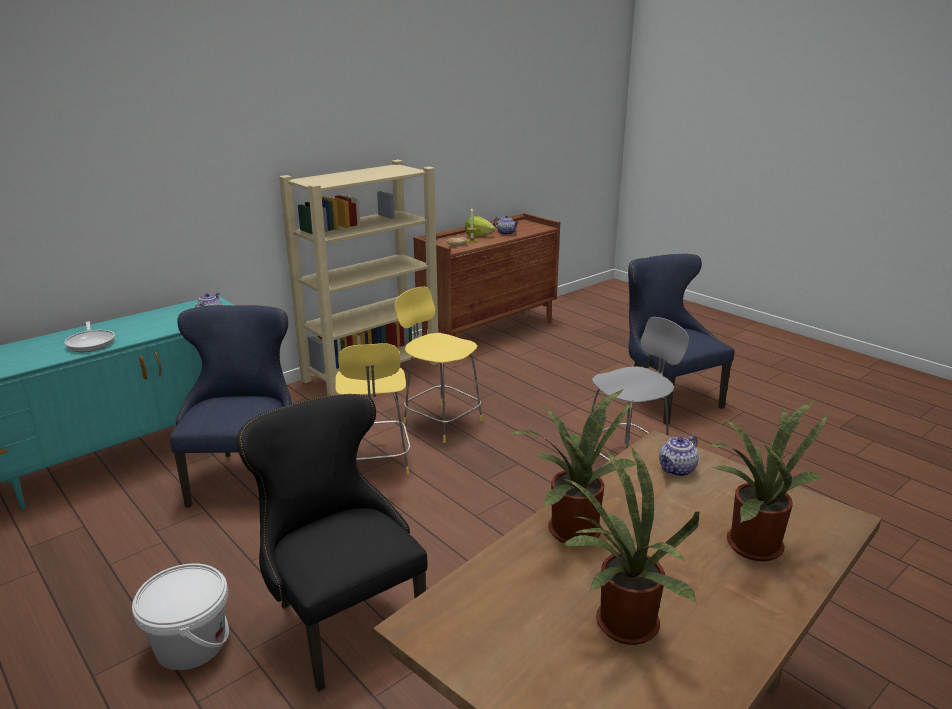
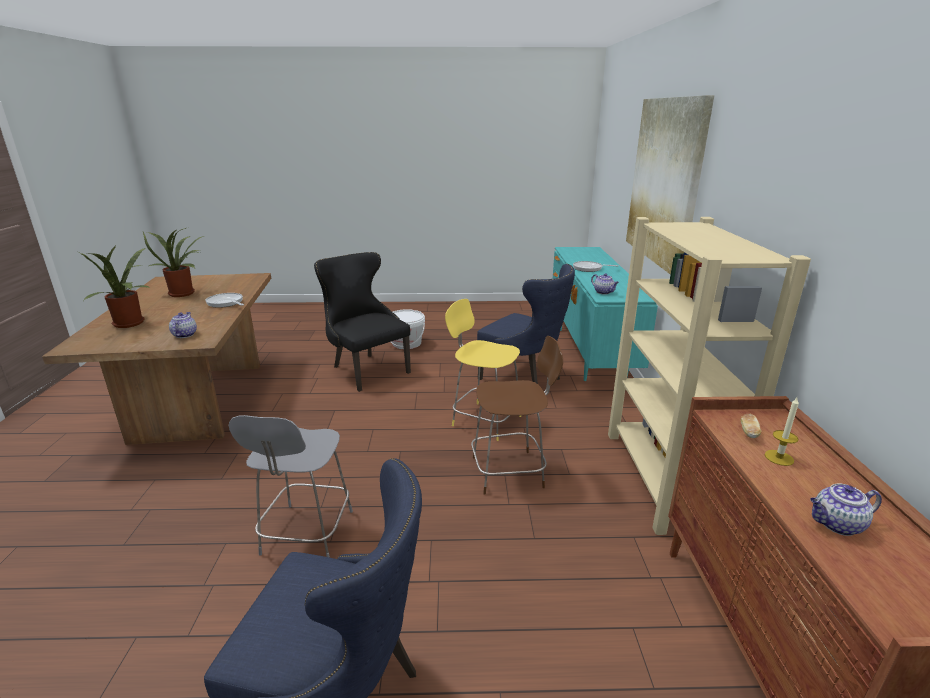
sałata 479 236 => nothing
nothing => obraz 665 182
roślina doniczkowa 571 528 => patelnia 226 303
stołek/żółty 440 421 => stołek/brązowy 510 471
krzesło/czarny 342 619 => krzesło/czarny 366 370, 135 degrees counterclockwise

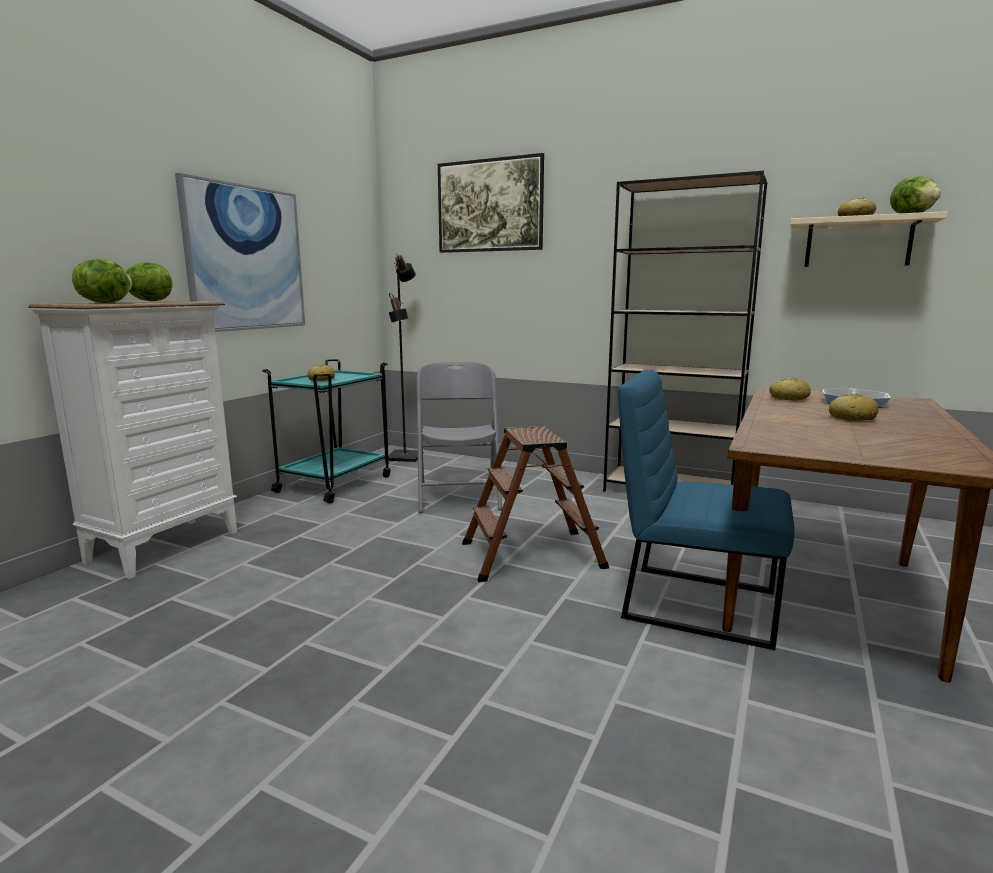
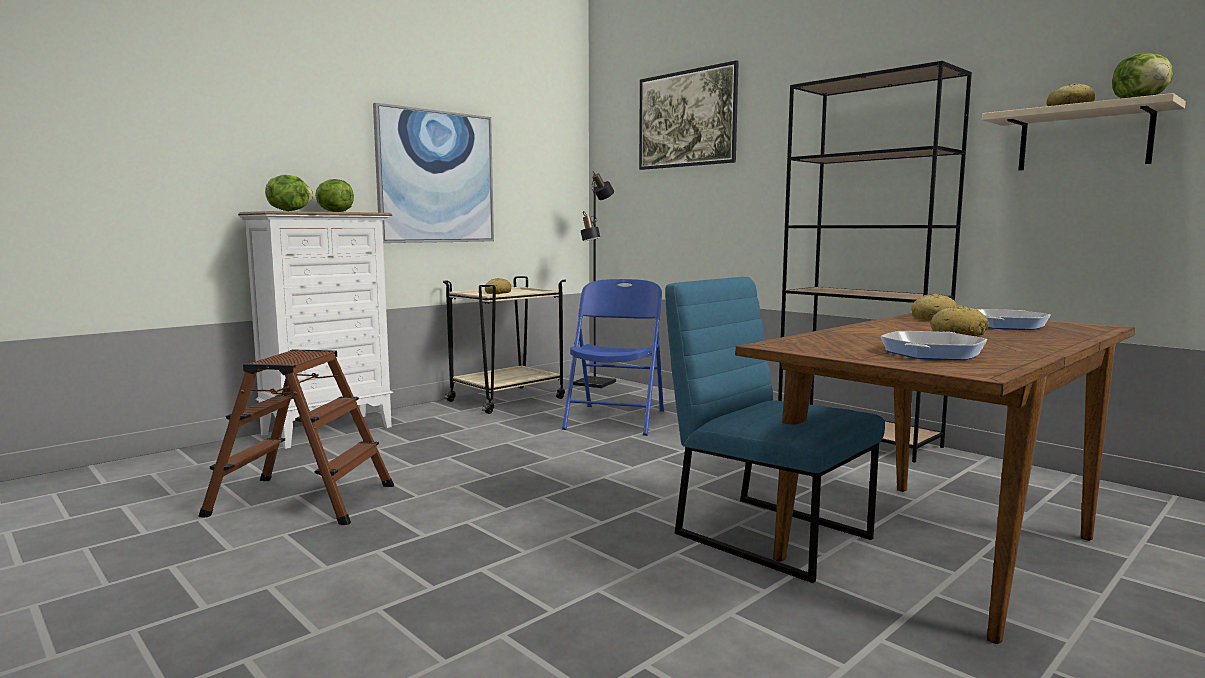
nothing => patelnia 932 353
drabinka/brązowy 532 555 => drabinka/brązowy 301 500, relocated
wózek/turkusowy 335 484 => wózek/beżowy 507 399
krzesło/szary 459 496 => krzesło/niebieski 615 420

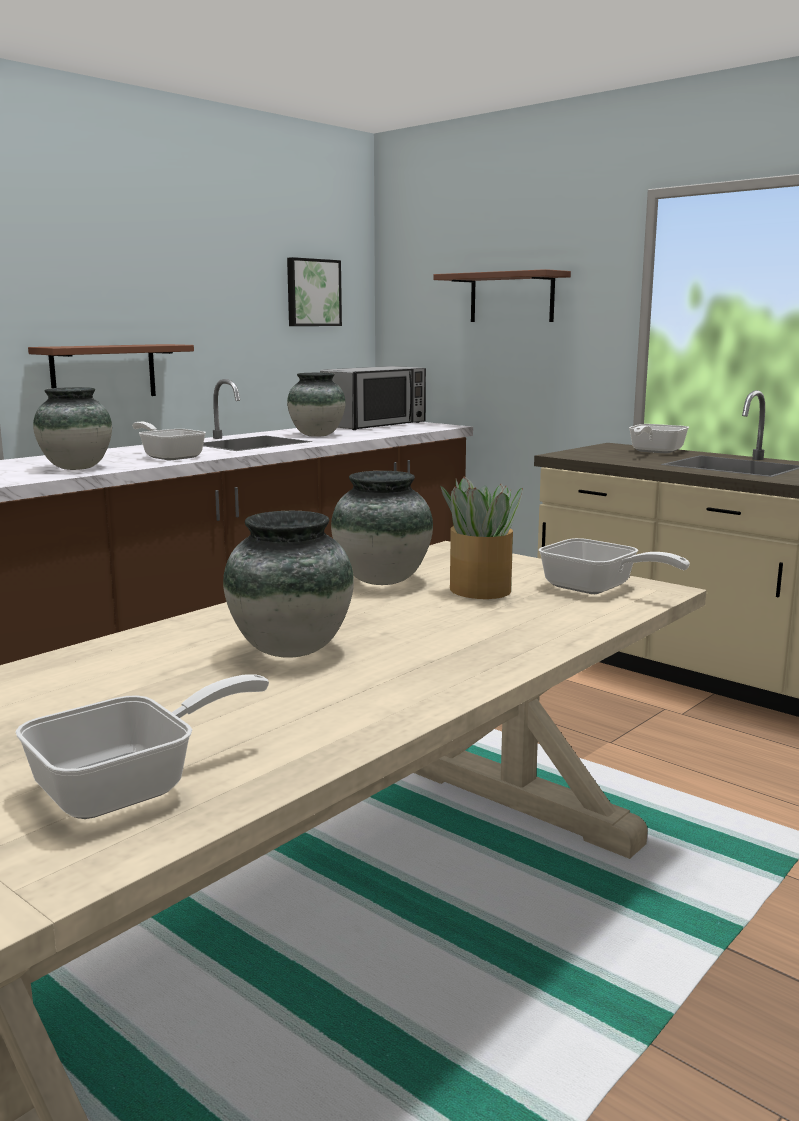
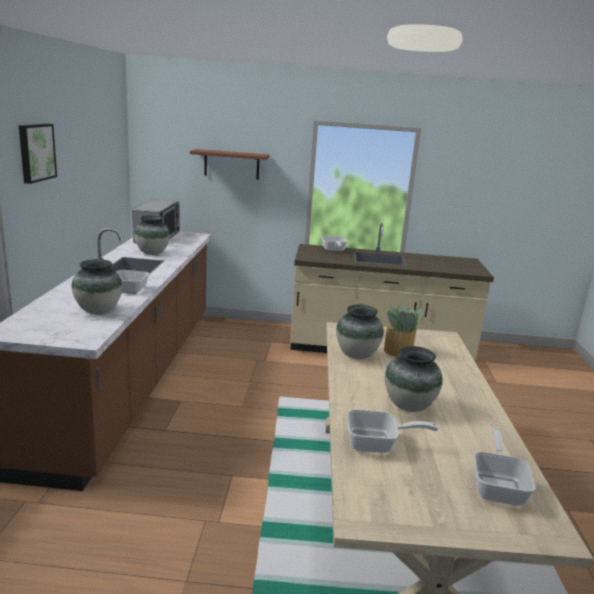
półka/brązowy 103 372 => nothing
obraz 312 292 => obraz 35 152, relocated
patelnia 597 589 => patelnia 377 444, relocated

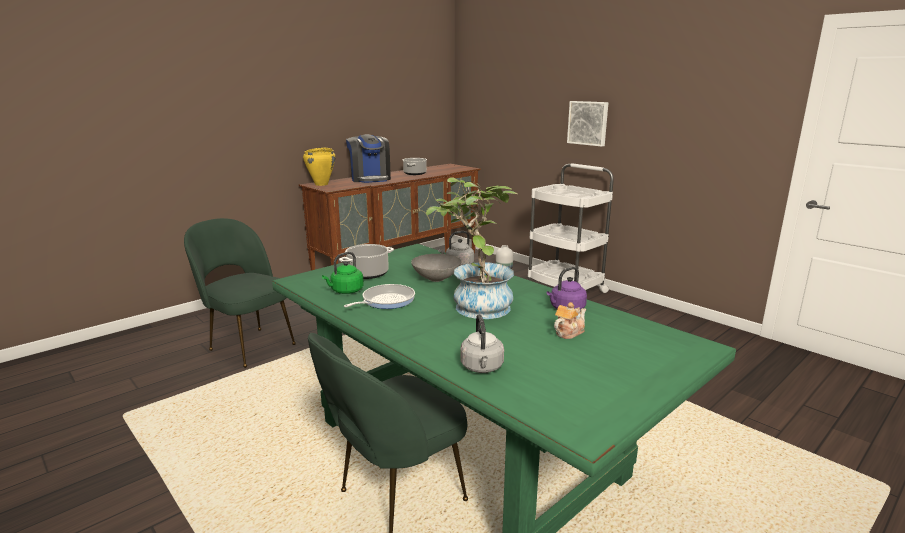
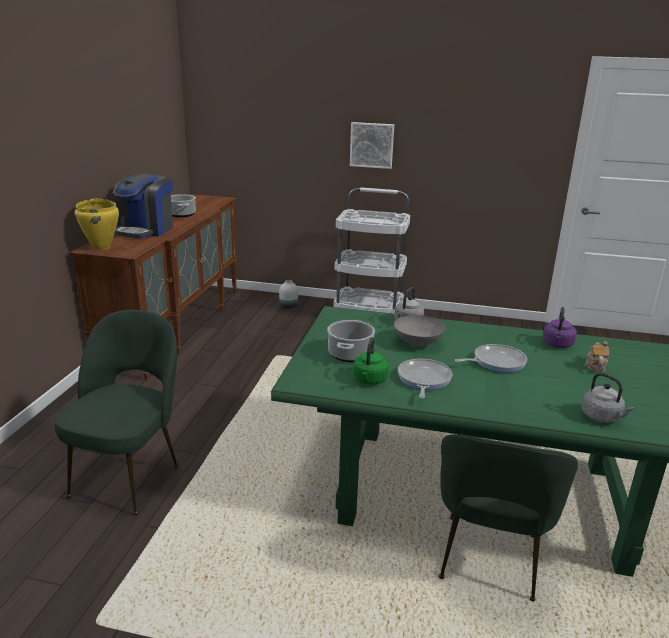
roślina doniczkowa 474 306 => patelnia 496 362
krzesło/zielony 249 345 => krzesło/zielony 130 476, 105 degrees clockwise
ekspres do kawy 370 179 => ekspres do kawy 146 230, 75 degrees clockwise

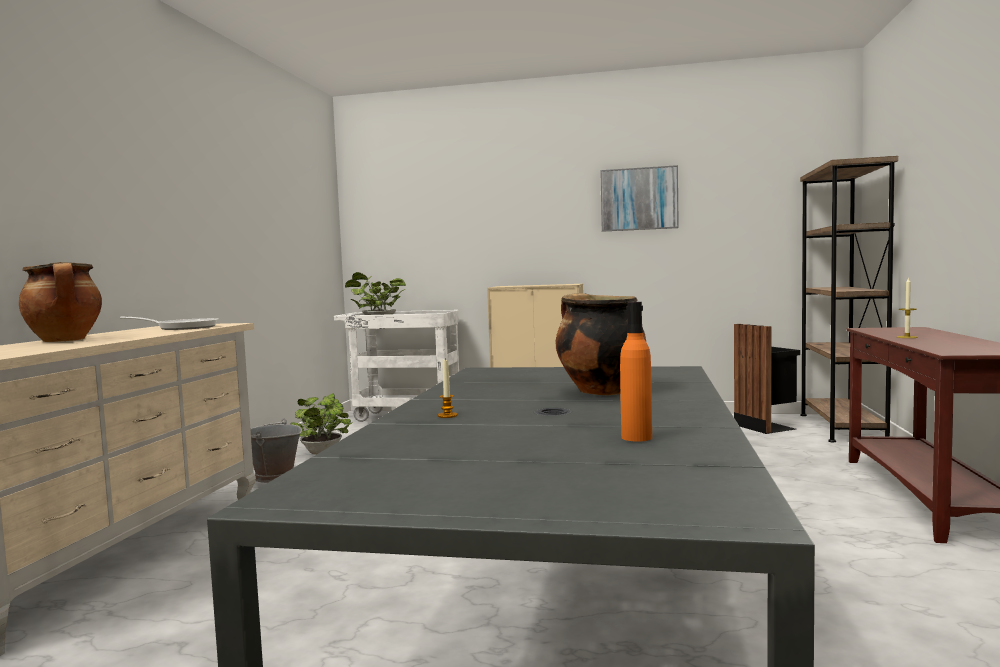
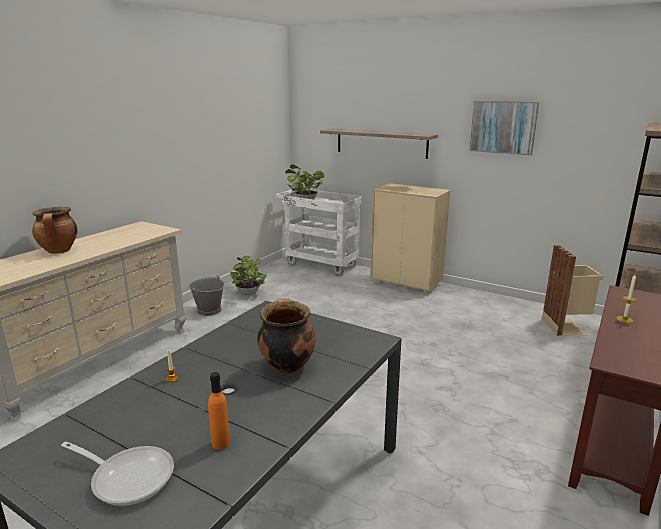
nothing => półka 381 143
patelnia 182 328 => patelnia 128 477, relocated
kosz na śmieci/czarny 766 426 => kosz na śmieci/beżowy 565 326

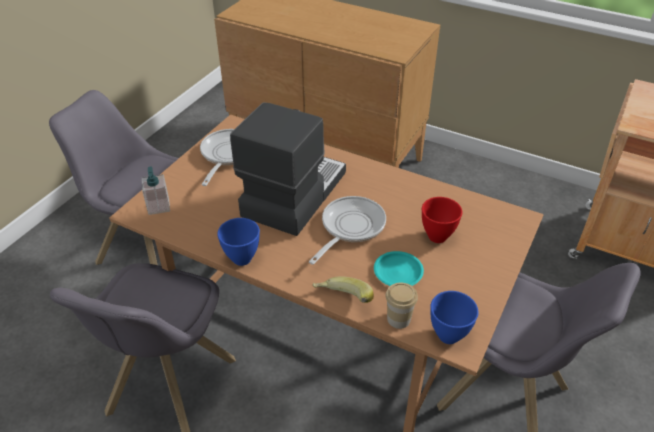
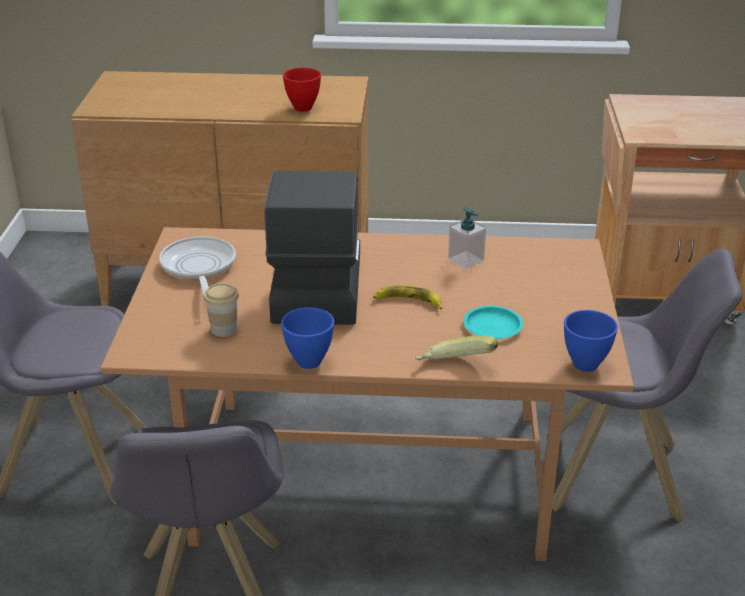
dozownik mydła 158 206 => dozownik mydła 466 260, relocated
filiżanka 398 319 => filiżanka 224 329, relocated
miska/czerwony 436 237 => miska/czerwony 302 108, relocated
patelnia 350 227 => banan 408 301

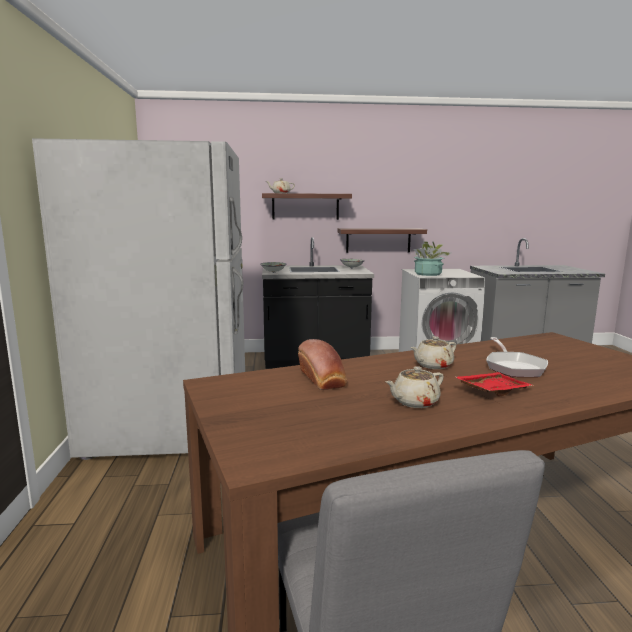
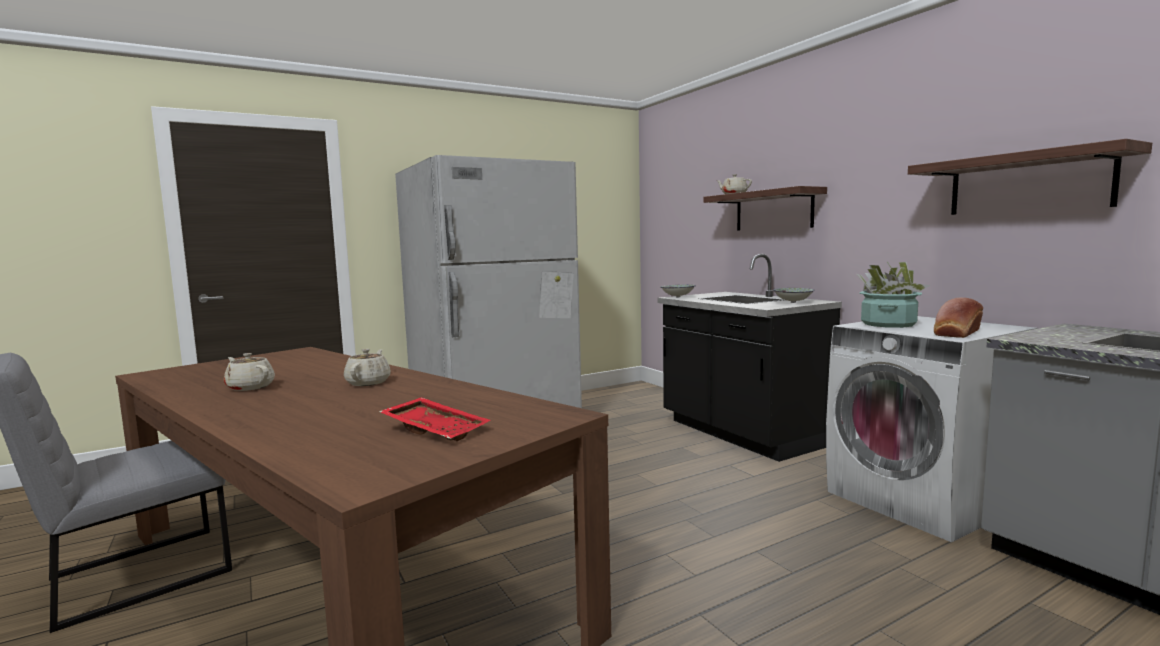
patelnia 513 367 => nothing
chleb 323 379 => chleb 956 333, relocated
półka 378 240 => półka 1028 184, relocated
taca/czerwony 491 391 => taca/czerwony 437 430, relocated
imbryk/beżowy 433 365 => imbryk/beżowy 368 382, 60 degrees clockwise

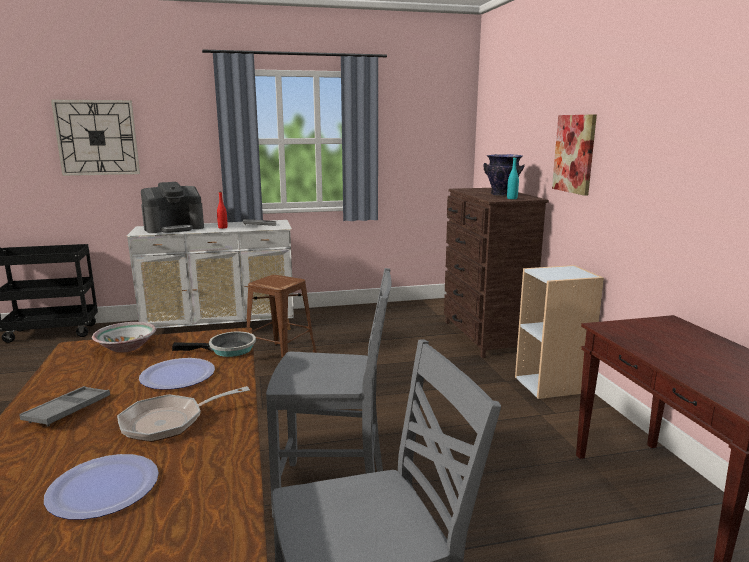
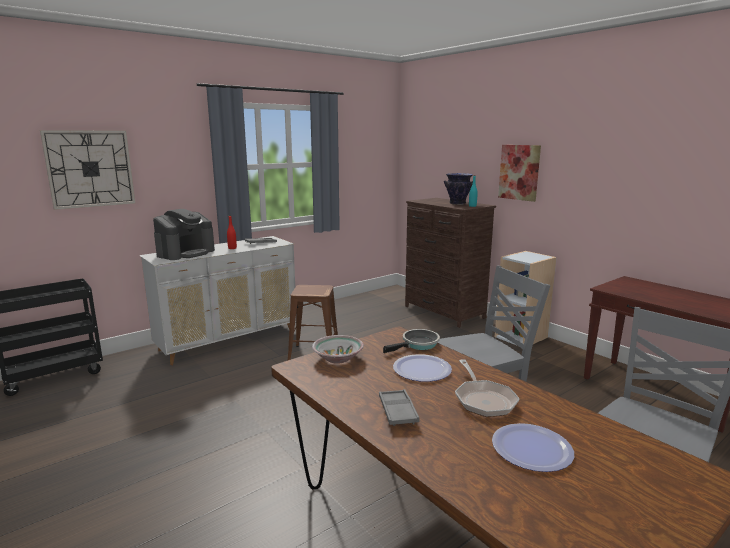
patelnia 169 422 => patelnia 483 400, 45 degrees counterclockwise

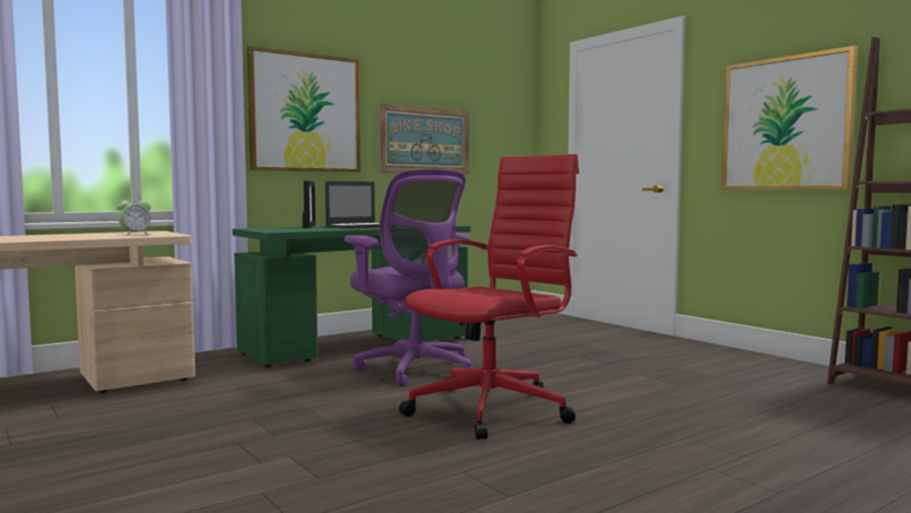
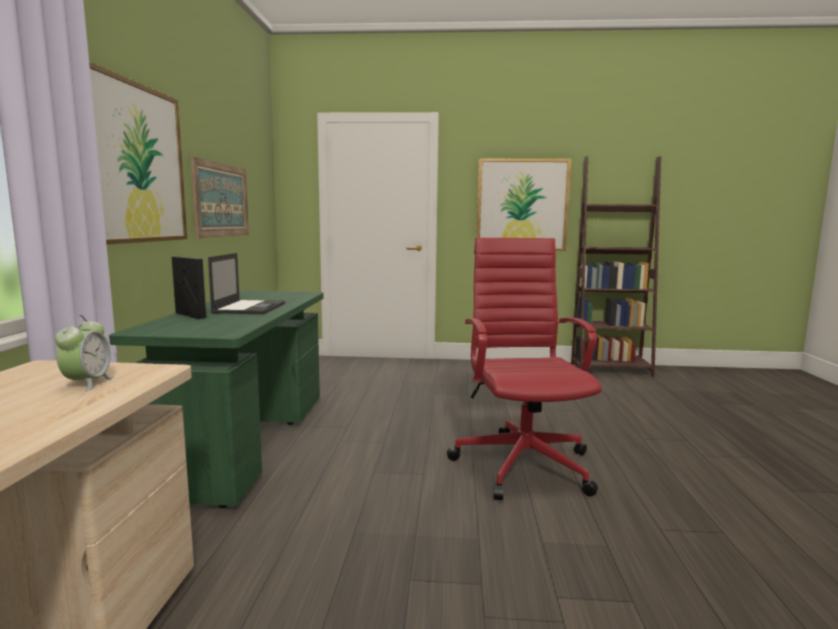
krzesło biurowe/fioletowy 410 368 => nothing

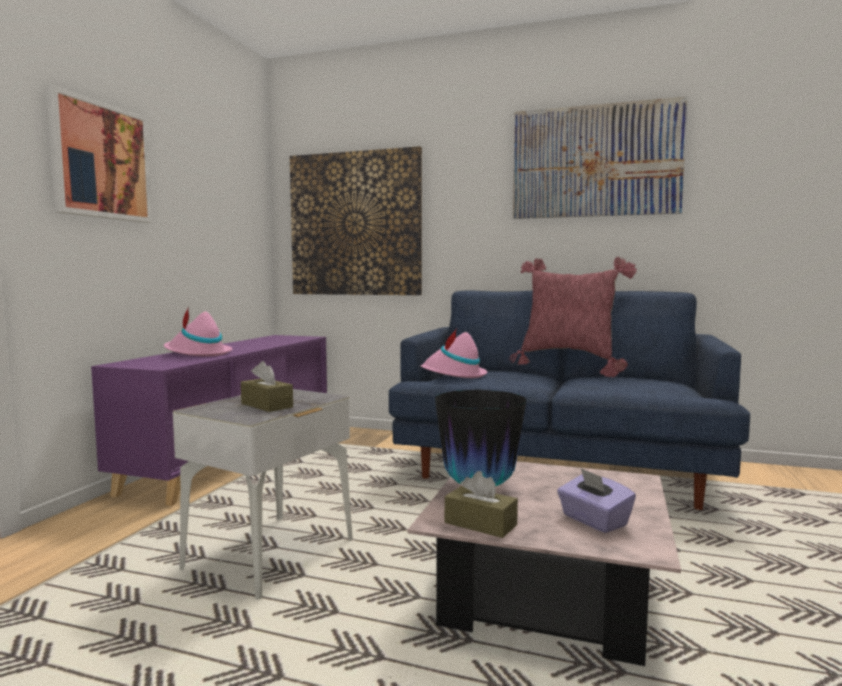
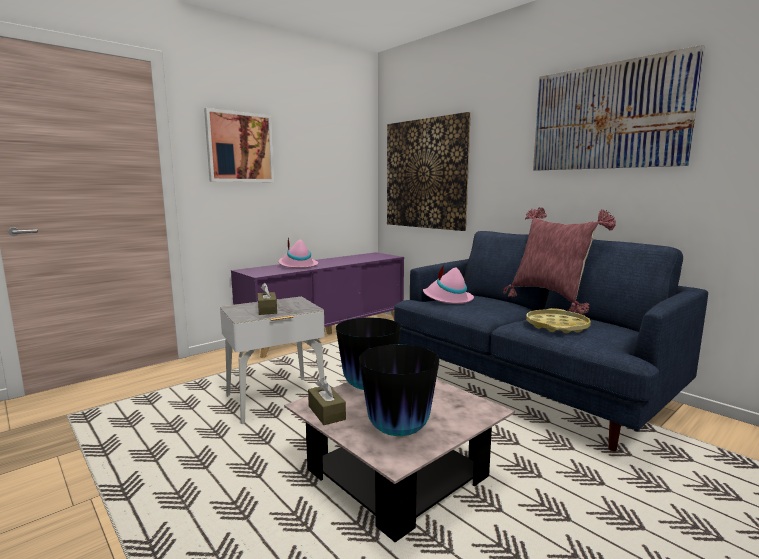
nothing => taca/żółty 557 326
pudełko chusteczek/fioletowy 593 521 => wazon 398 431

